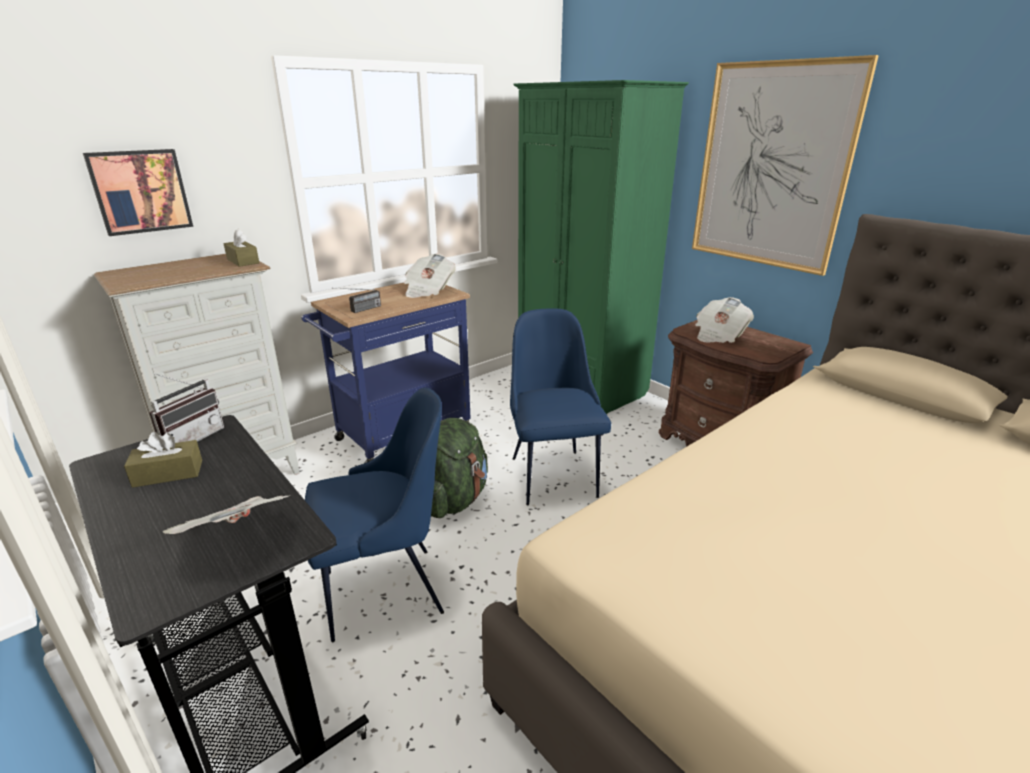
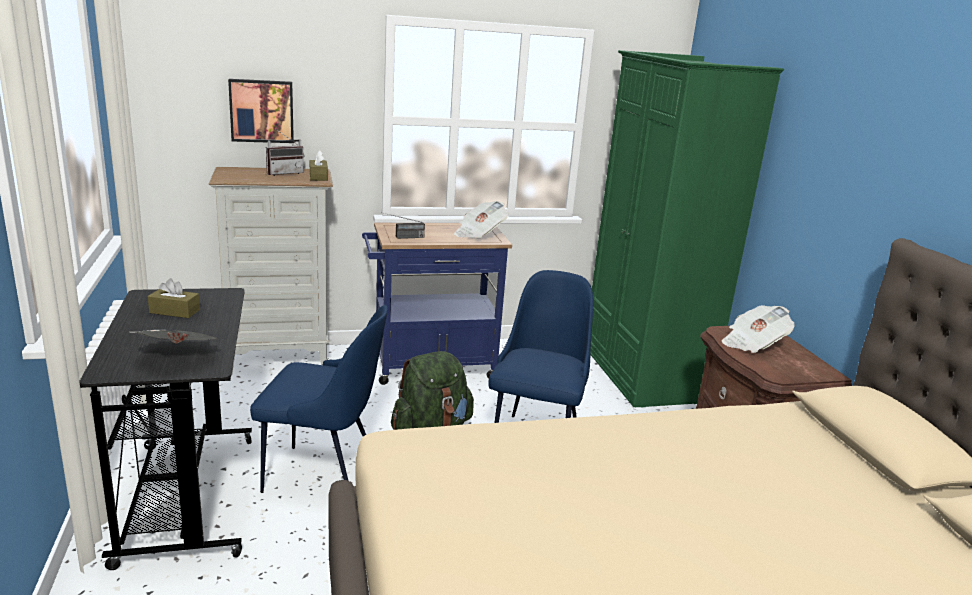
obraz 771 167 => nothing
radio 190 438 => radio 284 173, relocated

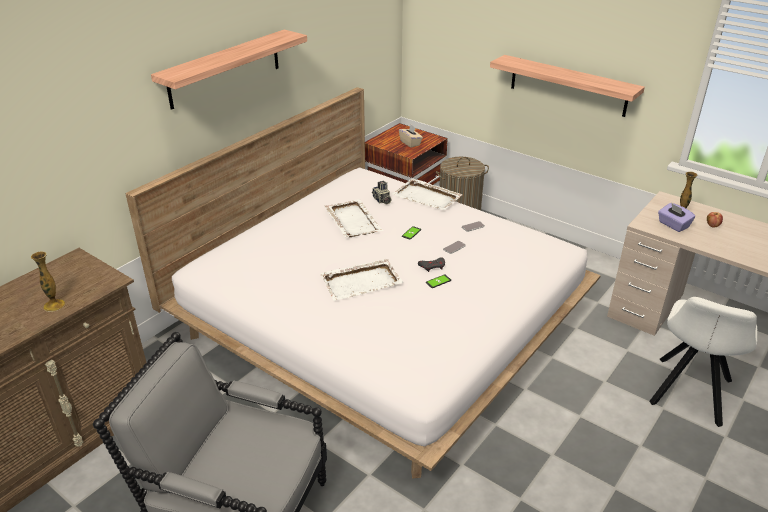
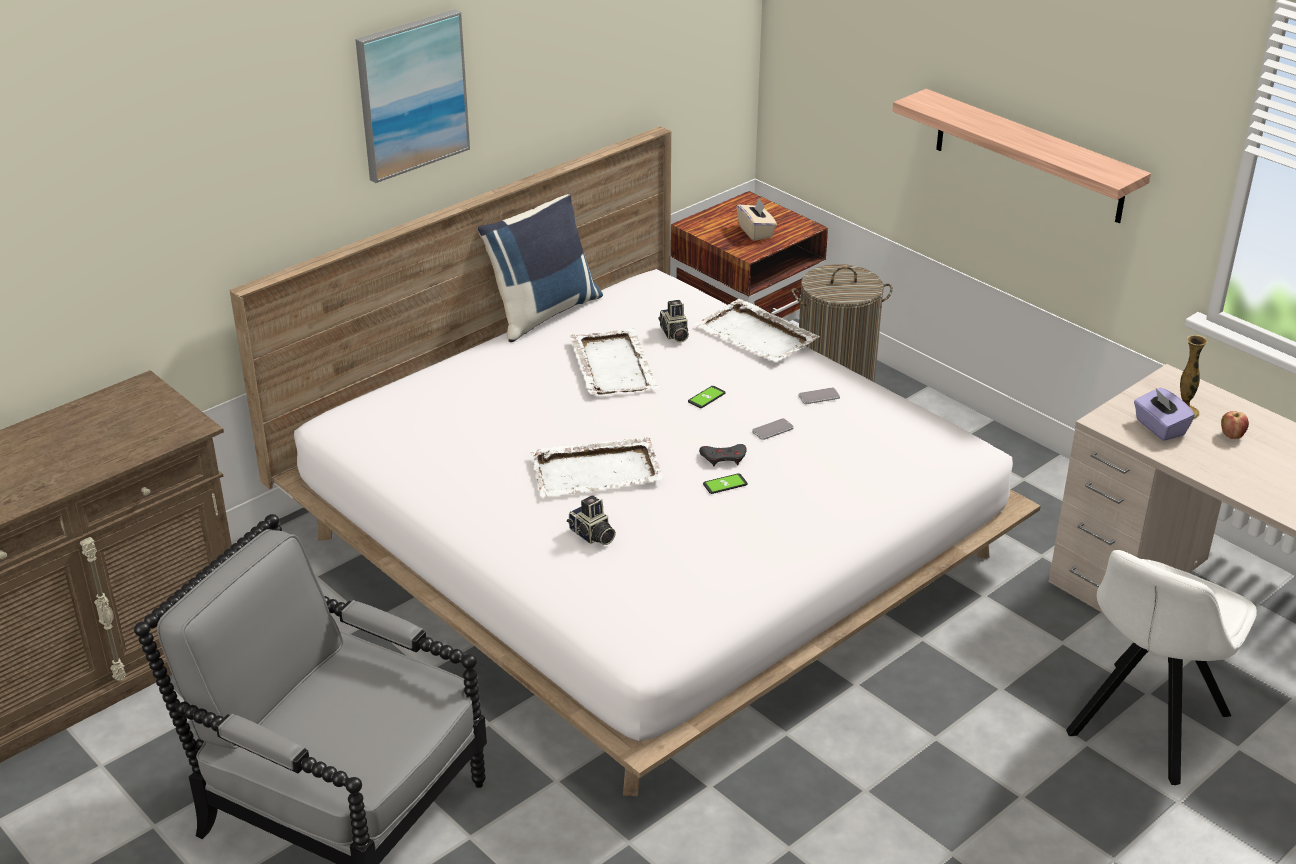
wazon 54 305 => nothing
nothing => poduszka/niebieski 543 312
nothing => aparat fotograficzny 592 535
półka 225 68 => obraz 412 95

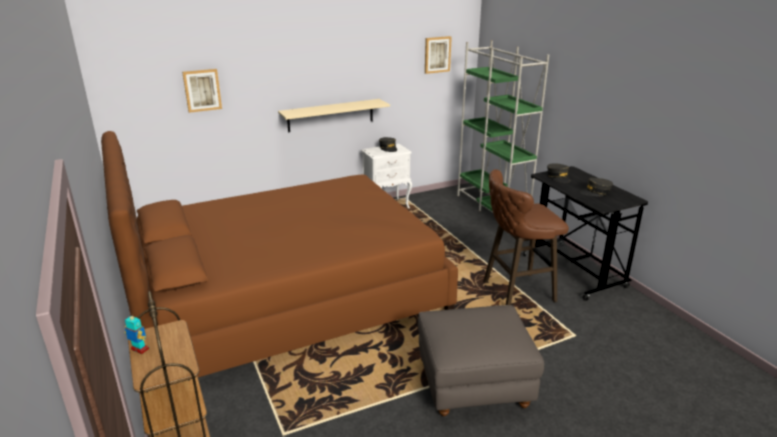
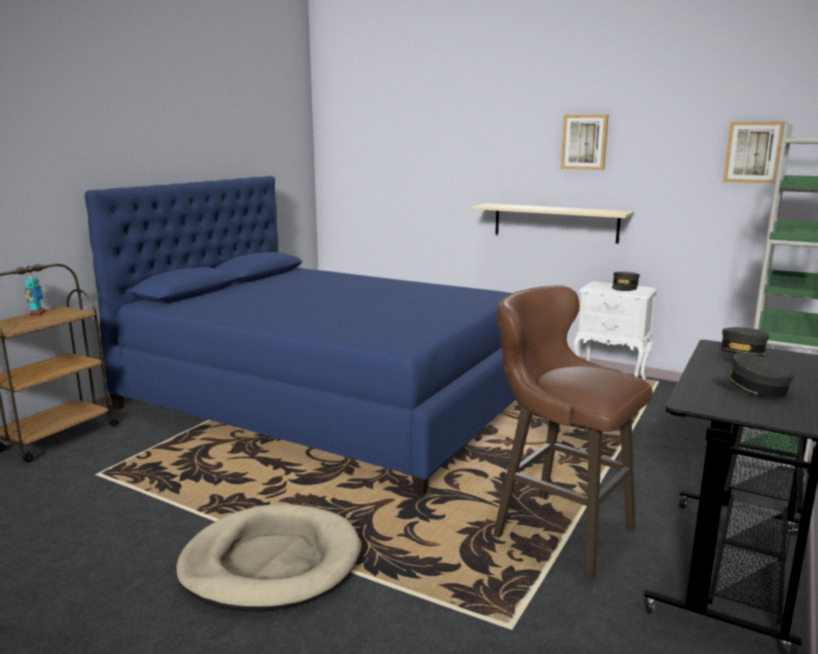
obraz 202 90 => obraz 584 142, relocated
pufa/szary 473 385 => legowisko/beżowy 271 563
łóżko/brązowy 287 299 => łóżko/niebieski 328 400

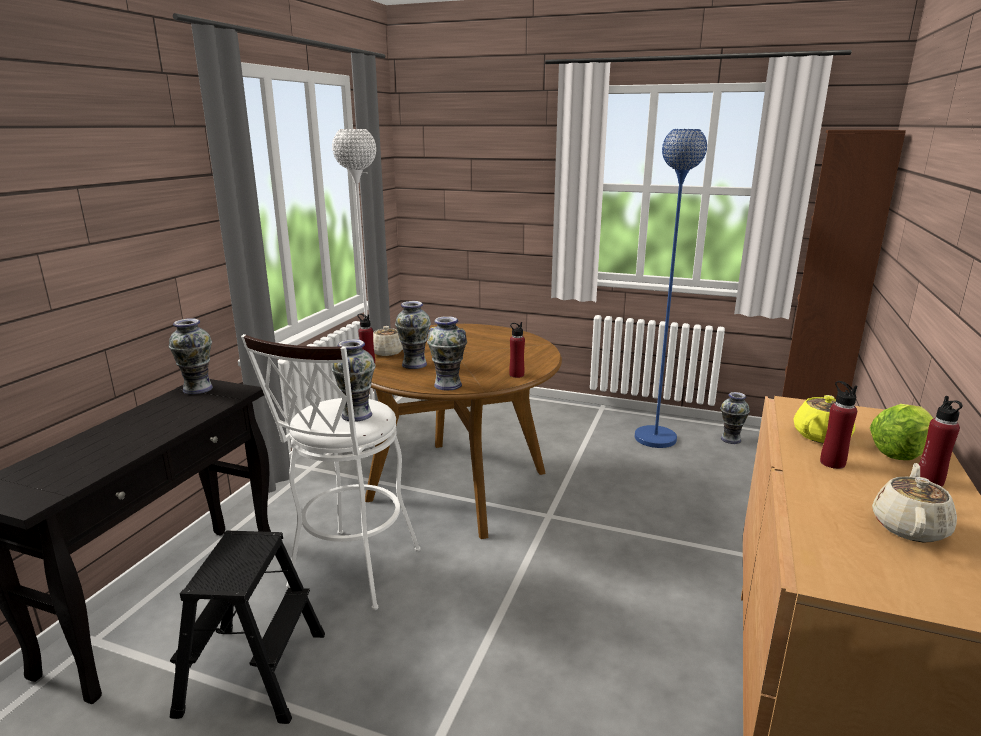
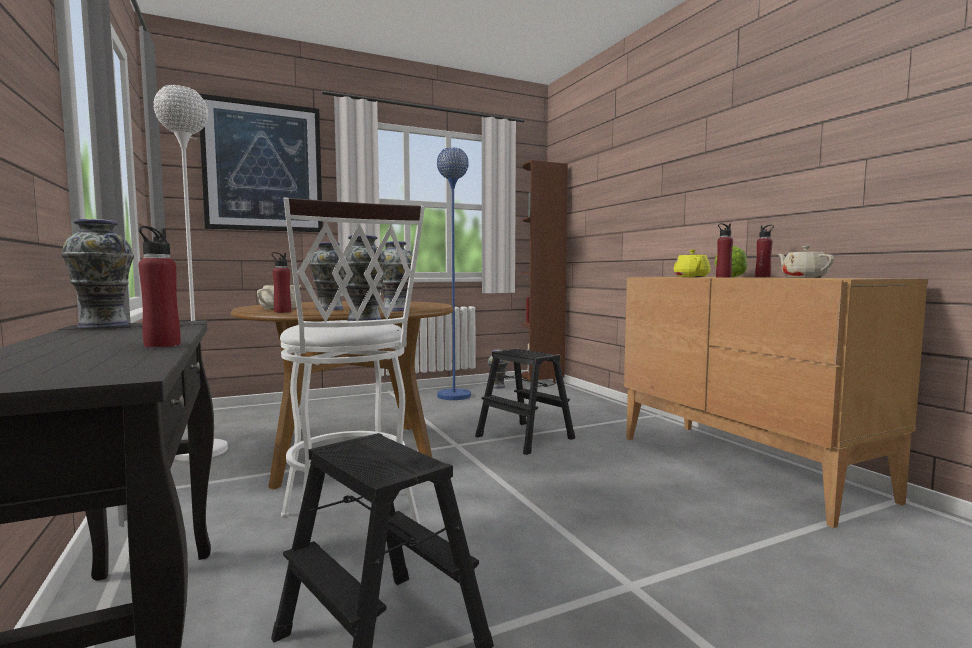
nothing => obraz 263 167
nothing => drabinka/czarny 524 437
butelka/czerwony 516 375 => butelka/czerwony 162 345, relocated

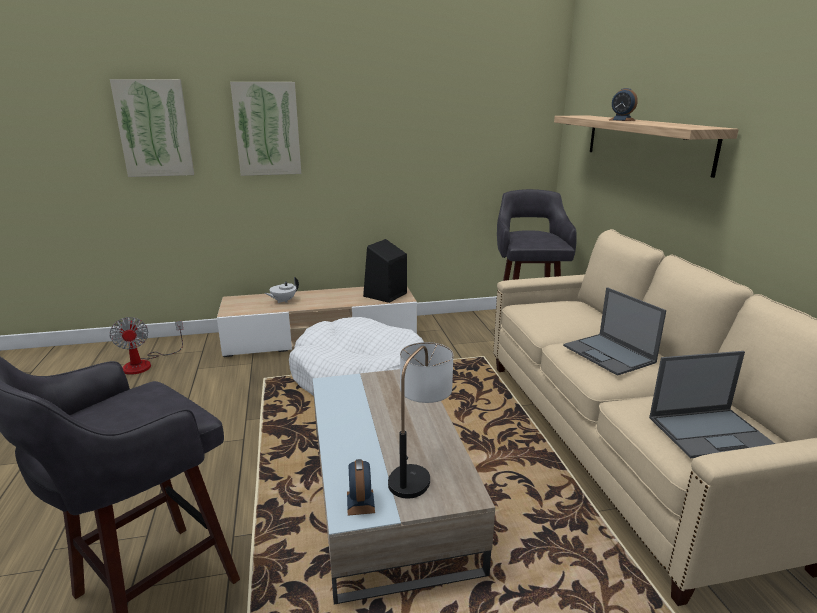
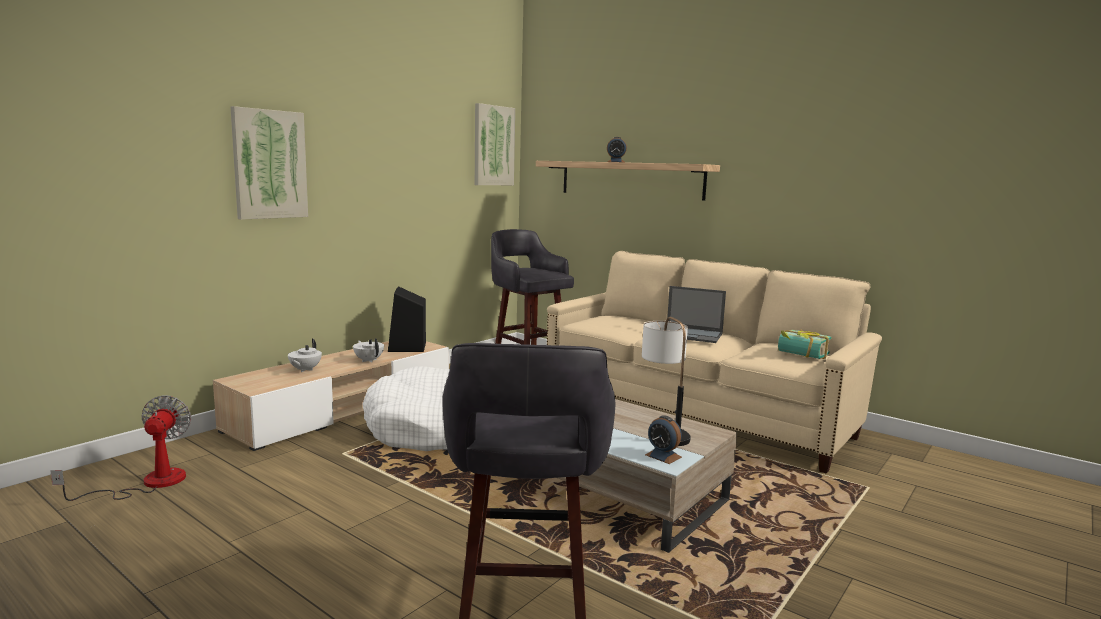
nothing => imbryk/biały 369 360
obraz 154 128 => obraz 493 146, relocated
laptop 711 432 => książka 801 356
wentylator 145 363 => wentylator 148 483, 120 degrees counterclockwise

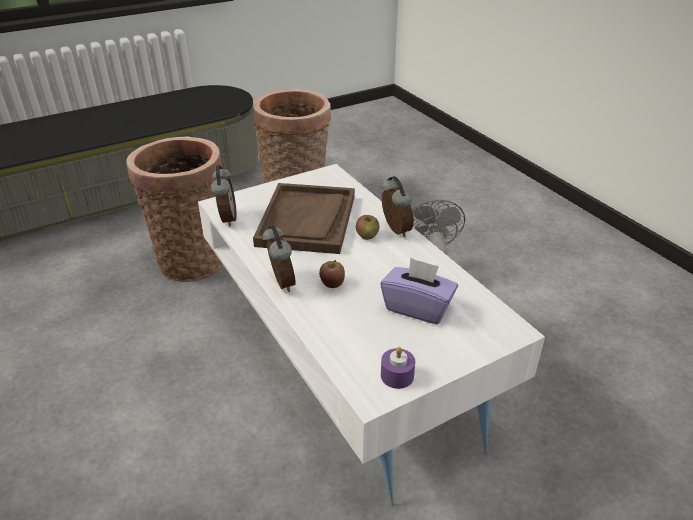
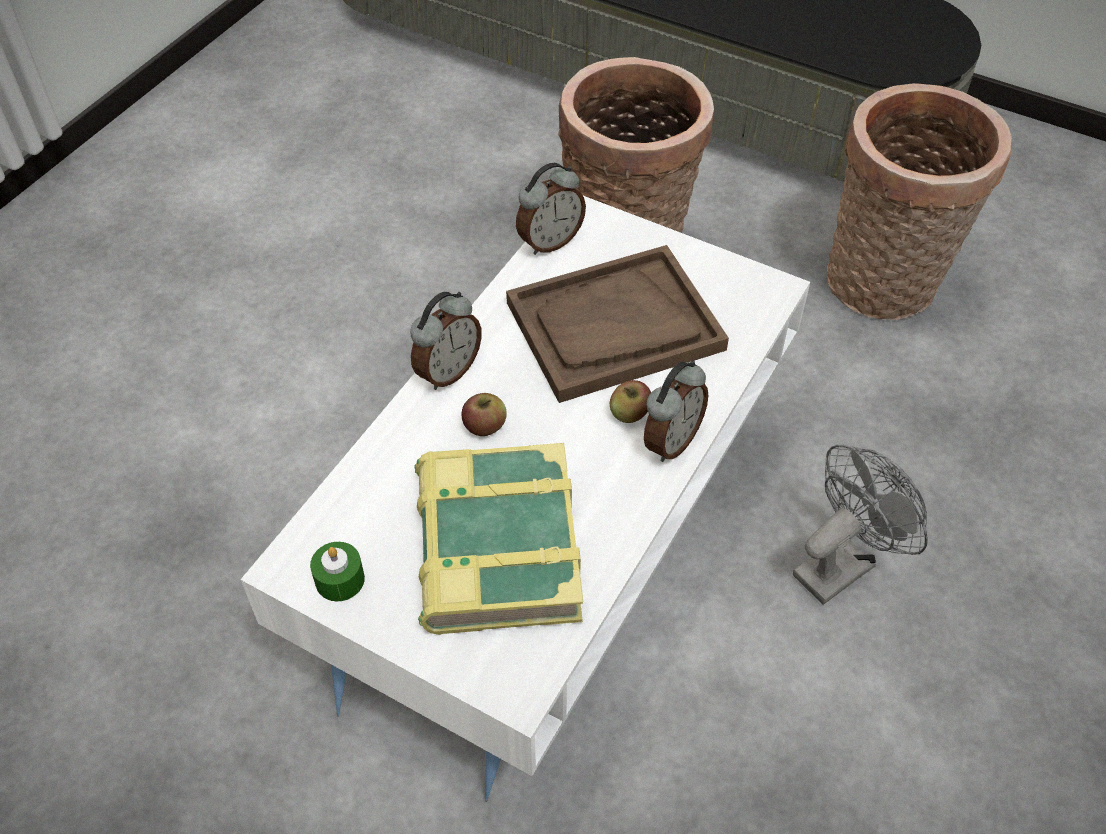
pudełko chusteczek/fioletowy 417 307 => książka 495 547
świeca/fioletowy 397 375 => świeca/zielony 340 579

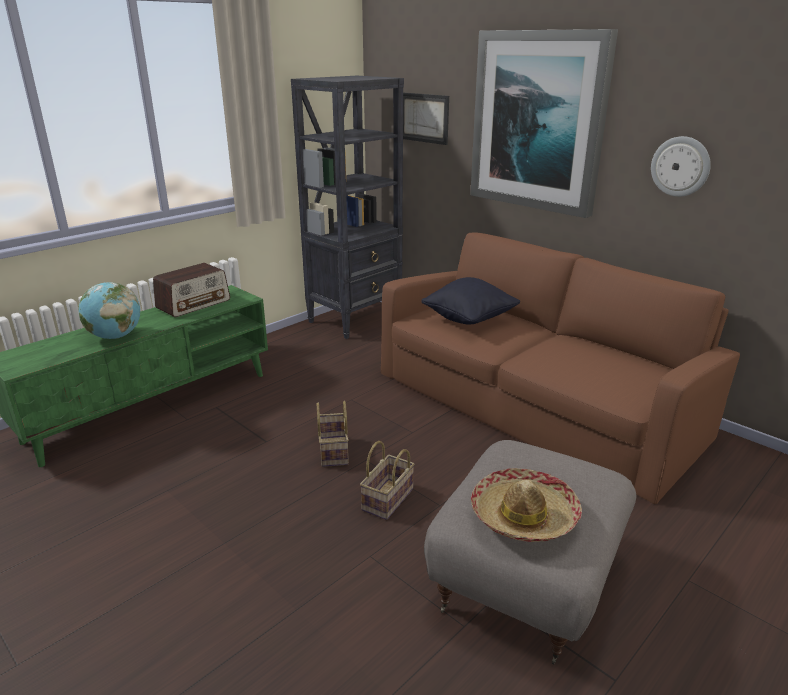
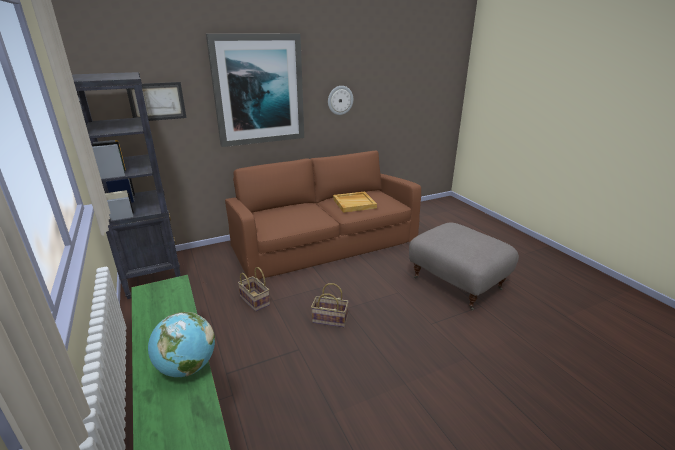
radio 194 304 => nothing
poduszka/czarny 469 320 => nothing
kapelusz 523 515 => nothing
nothing => taca/beżowy 354 203
koszyk 388 500 => koszyk 255 301, relocated

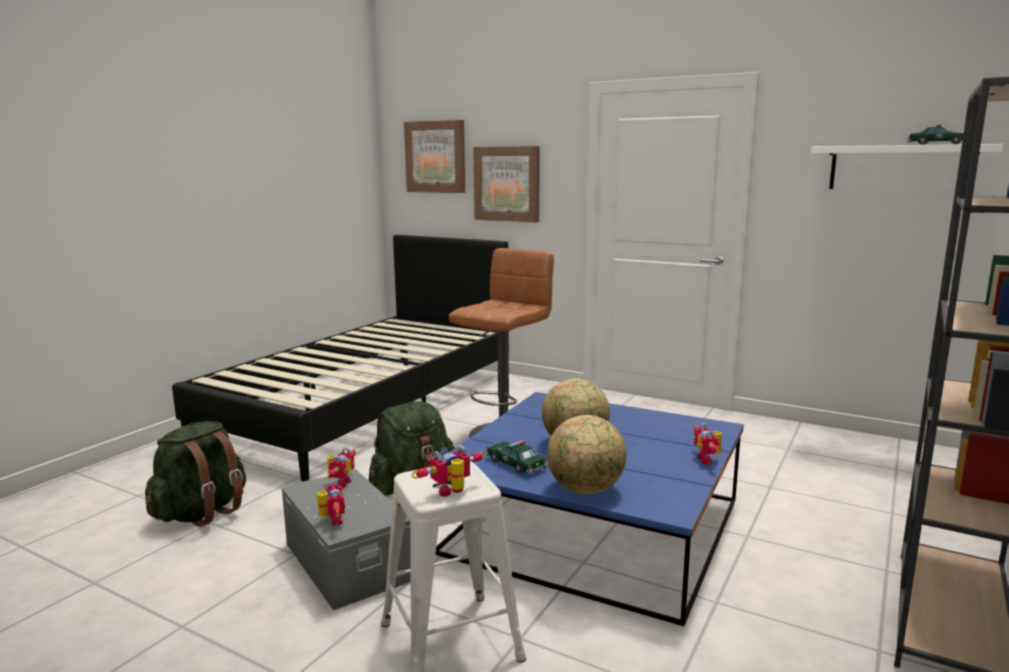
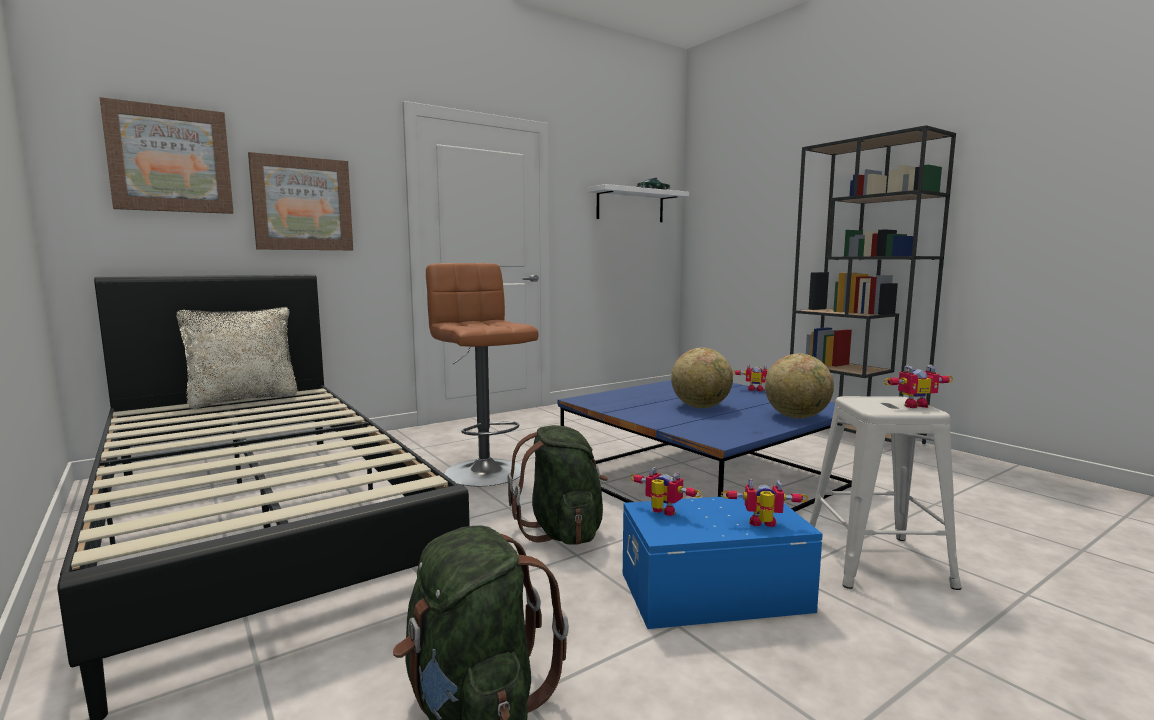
samochodzik 516 464 => nothing
nothing => poduszka/beżowy 245 401
pojemnik do przechowywania/szary 349 560 => pojemnik do przechowywania/niebieski 712 590
robot zabawkowy 453 493 => robot zabawkowy 913 405, 90 degrees counterclockwise

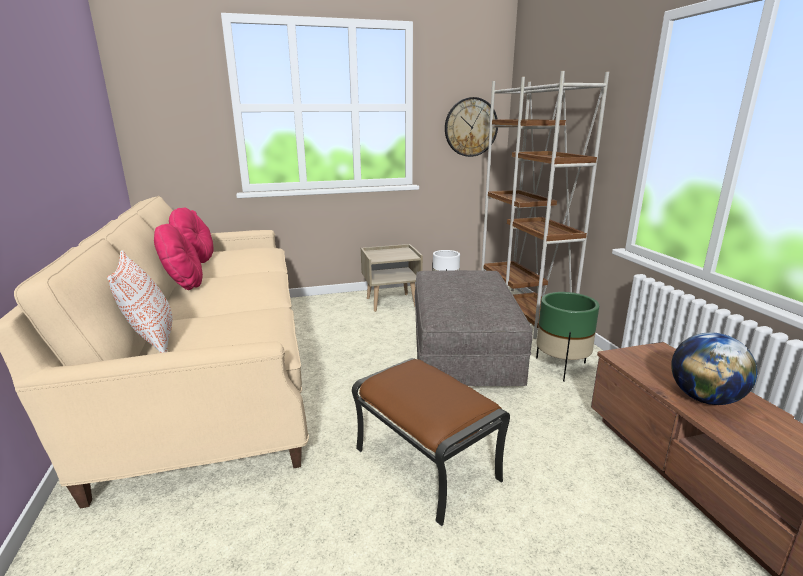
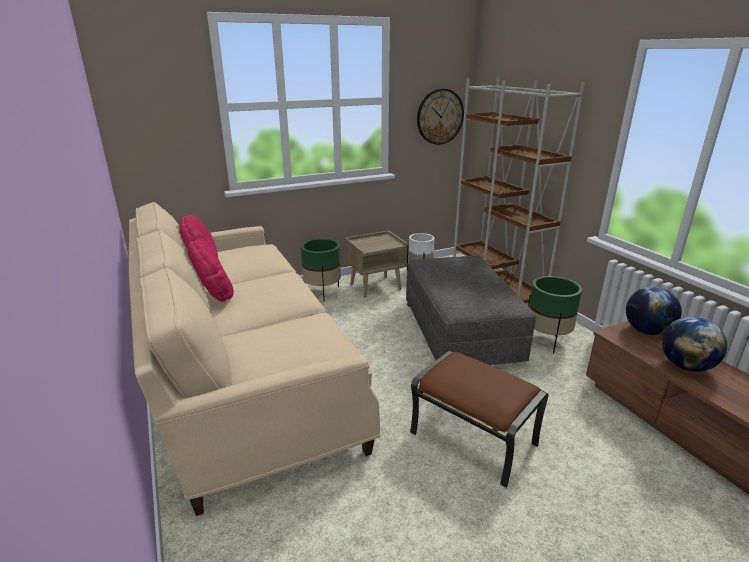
poduszka/biały 153 341 => nothing
nothing => donica/zielony 322 292
nothing => globus 647 331

